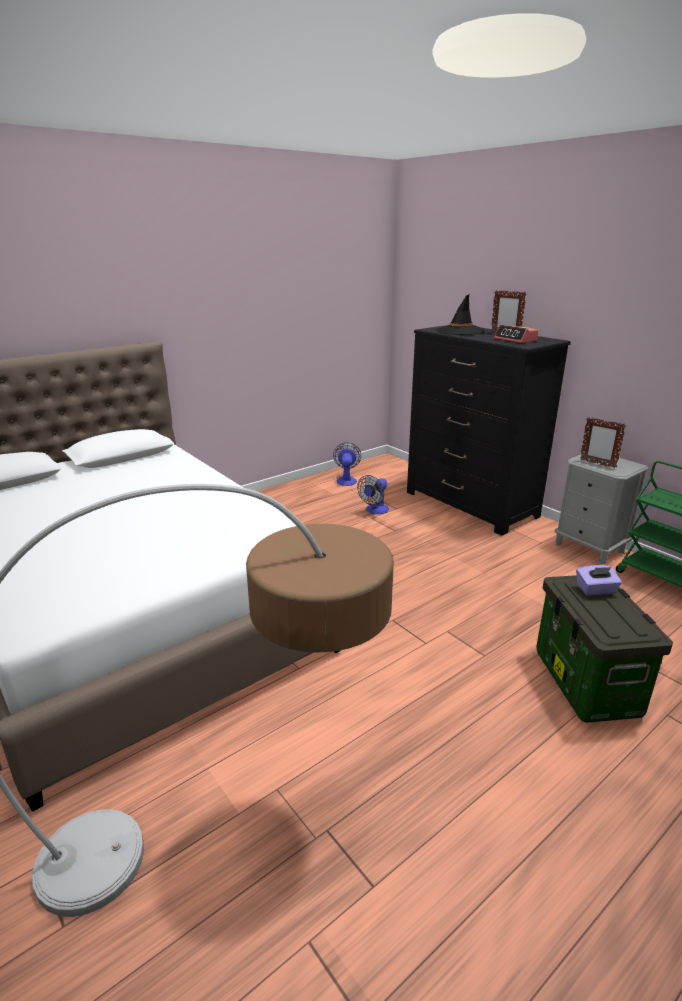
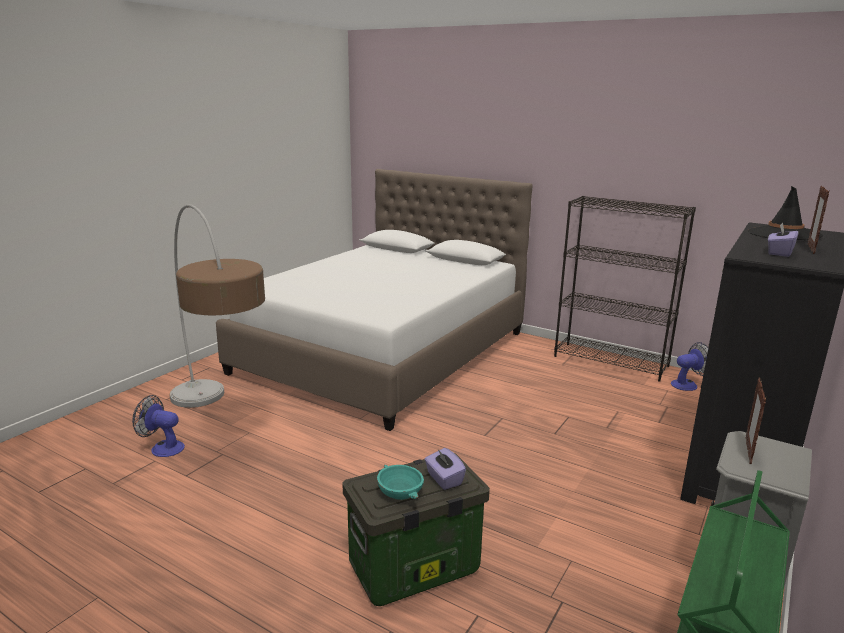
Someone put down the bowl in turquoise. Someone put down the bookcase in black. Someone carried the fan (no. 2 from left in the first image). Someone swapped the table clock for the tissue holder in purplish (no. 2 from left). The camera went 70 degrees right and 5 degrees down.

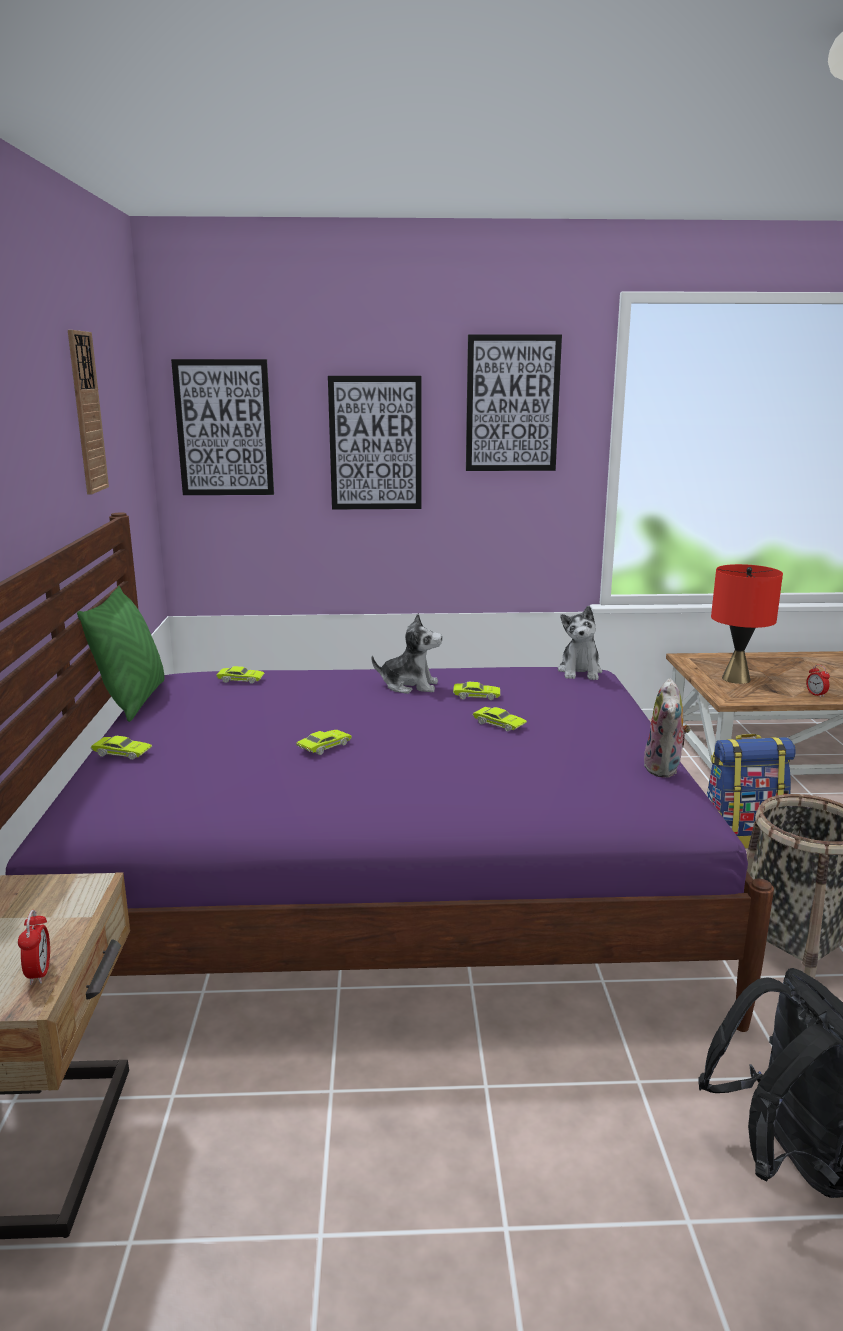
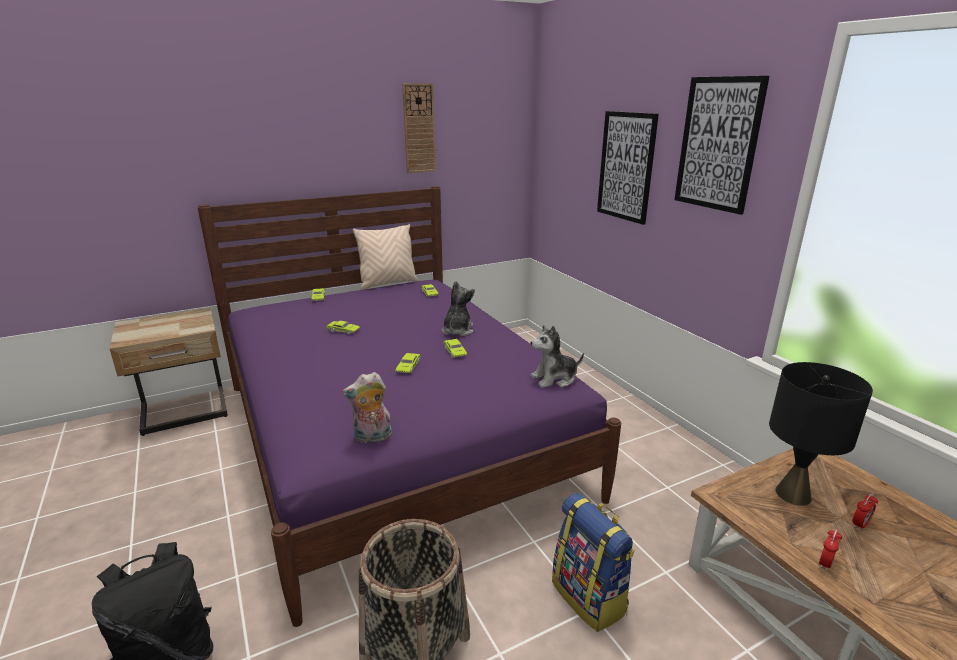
Someone took away the picture (no. 1 from left). Someone carried the table clock (no. 1 from left in the first image). Someone repainted the pillow in green-coloured, which became the pillow in beige. Someone repainted the tabletop lamp in red, which became the tabletop lamp in black. Someone rotated the plush toy (no. 1 from left in the first image) by 150 degrees counterclockwise. The camera went 65 degrees right and 5 degrees up.

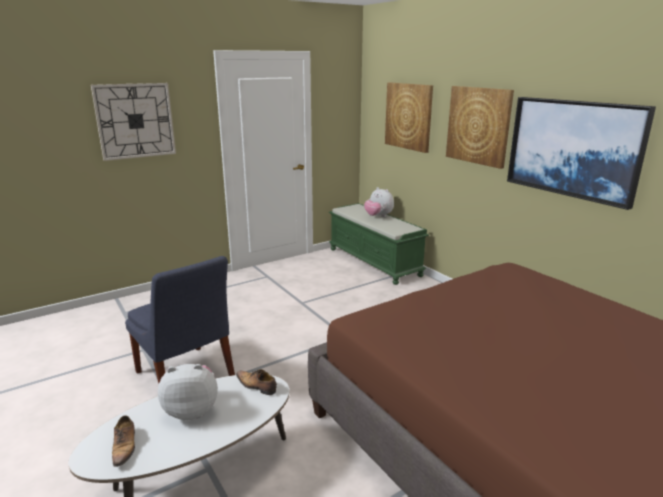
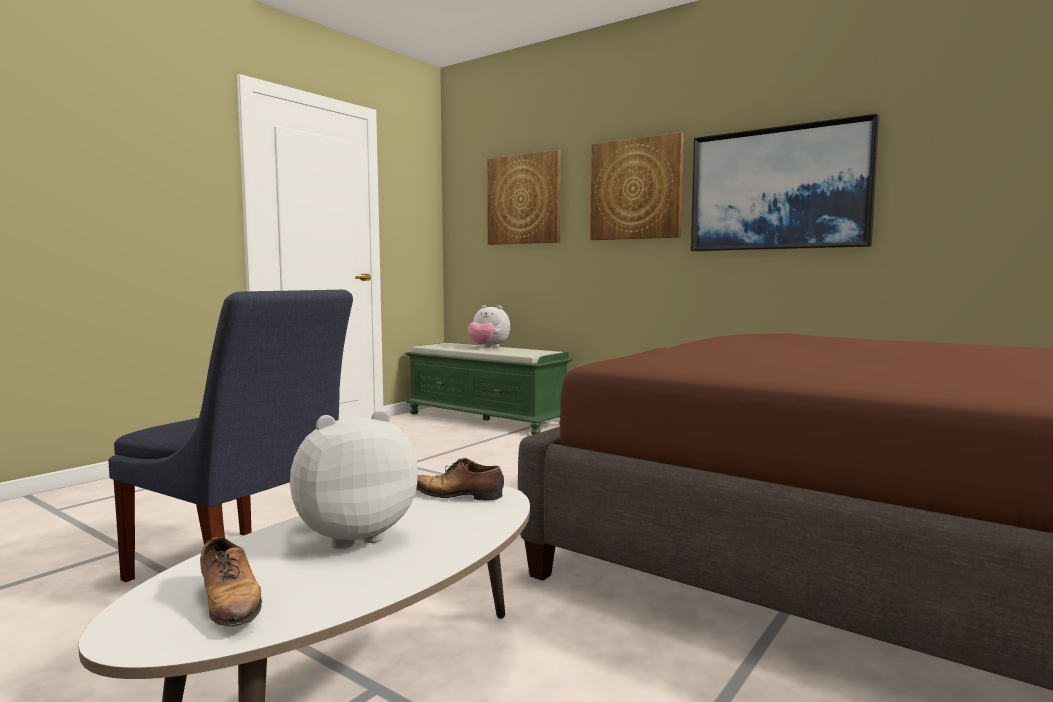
Someone took away the wall clock. The camera went 20 degrees left and 15 degrees down.

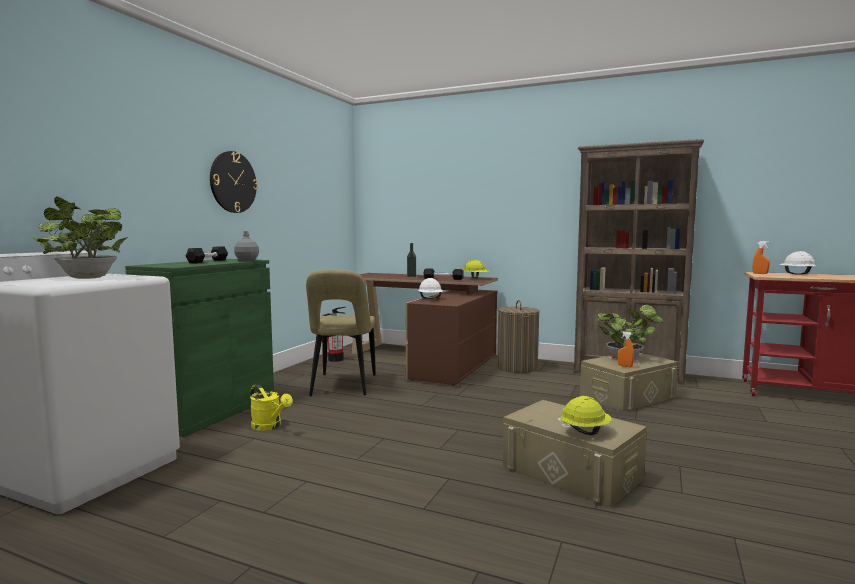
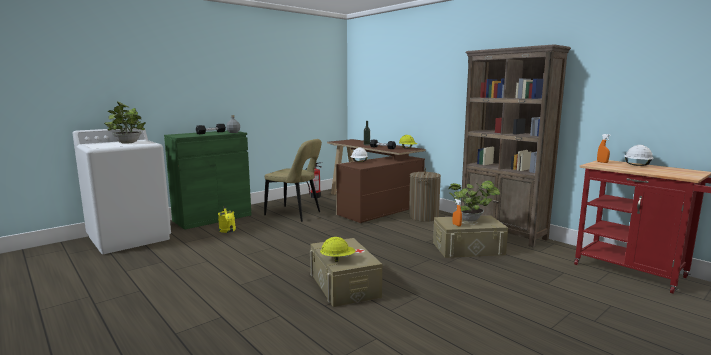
Someone took away the wall clock. Someone rotated the plain chair in beige by 90 degrees counterclockwise. The camera went 25 degrees right and 5 degrees up.

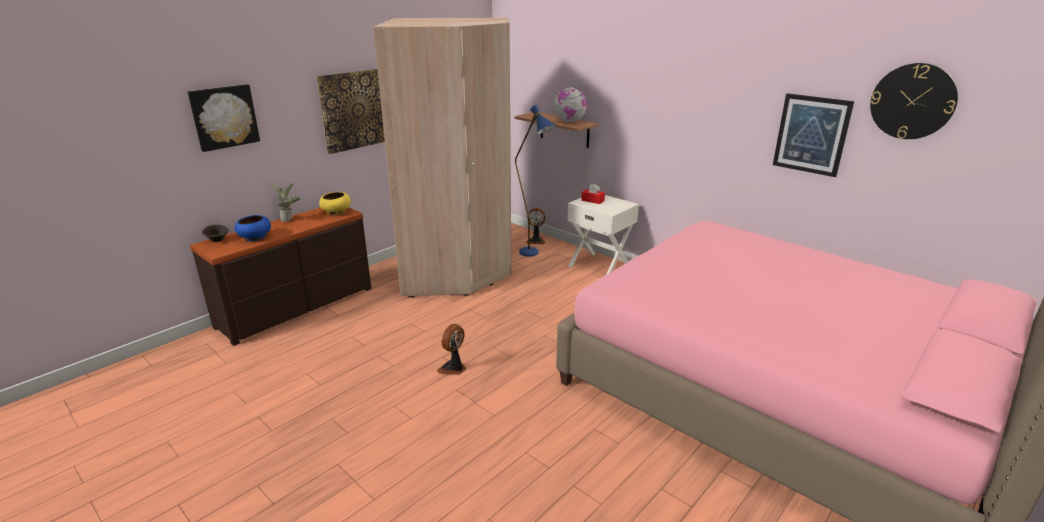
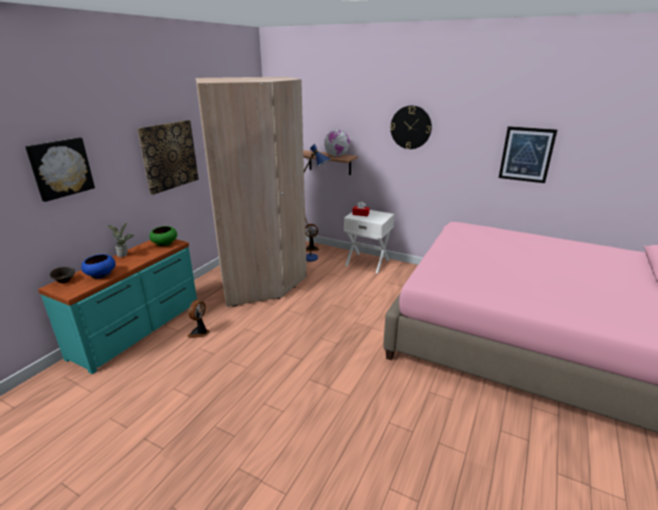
Someone carried the fan (no. 1 from left). Someone carried the wall clock. Someone repainted the dresser in brownish, which became the dresser in turquoise. Someone repainted the bowl in yellow-coloured, which became the bowl in green-coloured. The camera went 15 degrees left and 0 degrees up.

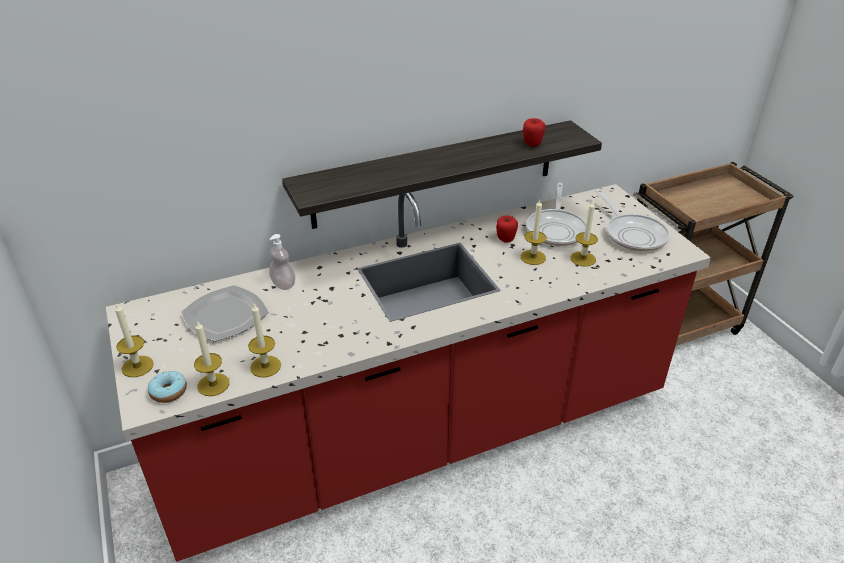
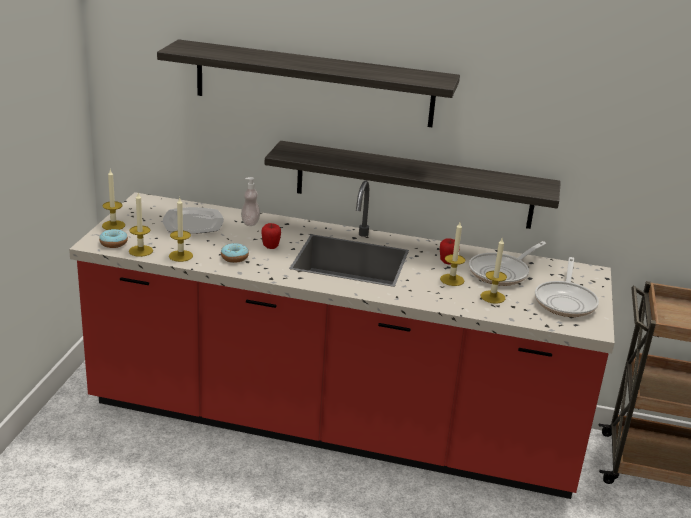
Someone put up the shelf (no. 1 from left). Someone put down the donut (no. 2 from left). Someone carried the apple (no. 2 from left in the first image). The camera went 35 degrees right and 10 degrees down.

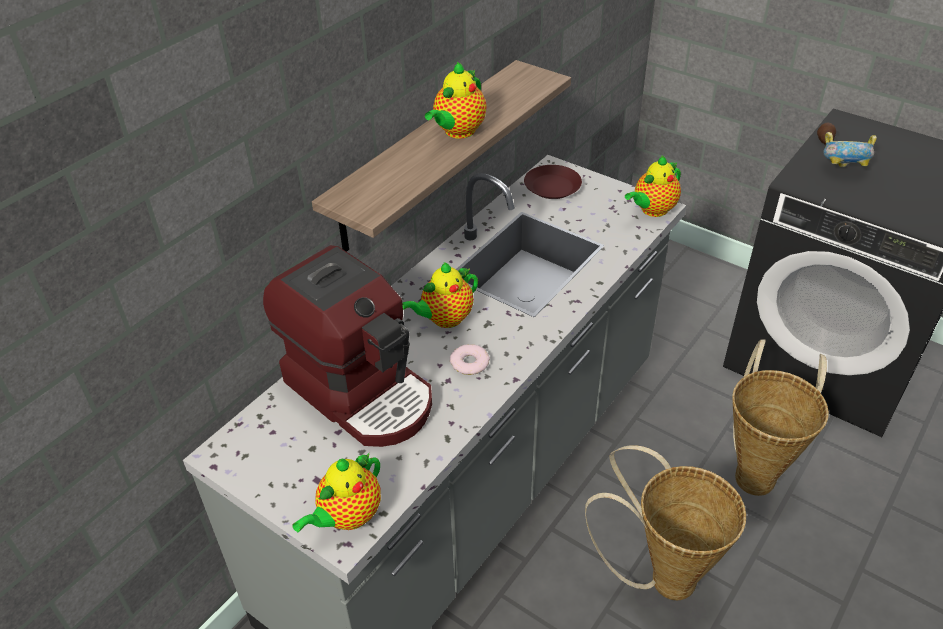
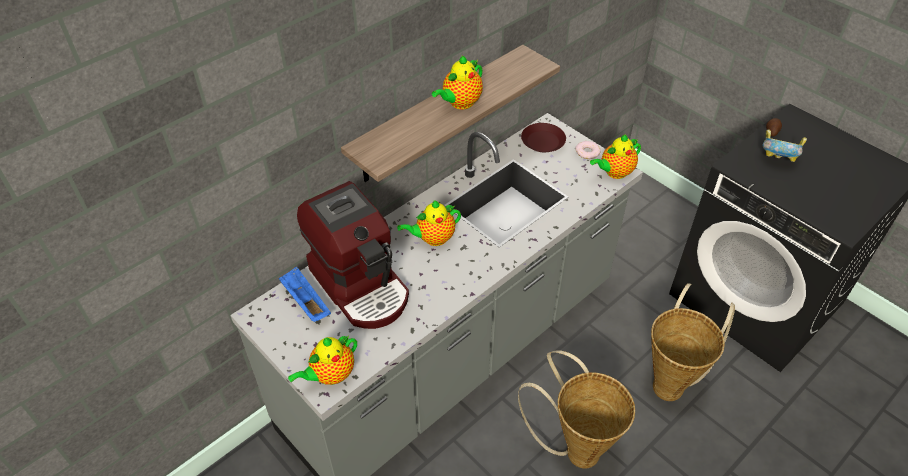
Someone put down the tray in blue. Someone carried the donut. The camera went 10 degrees right and 5 degrees up.

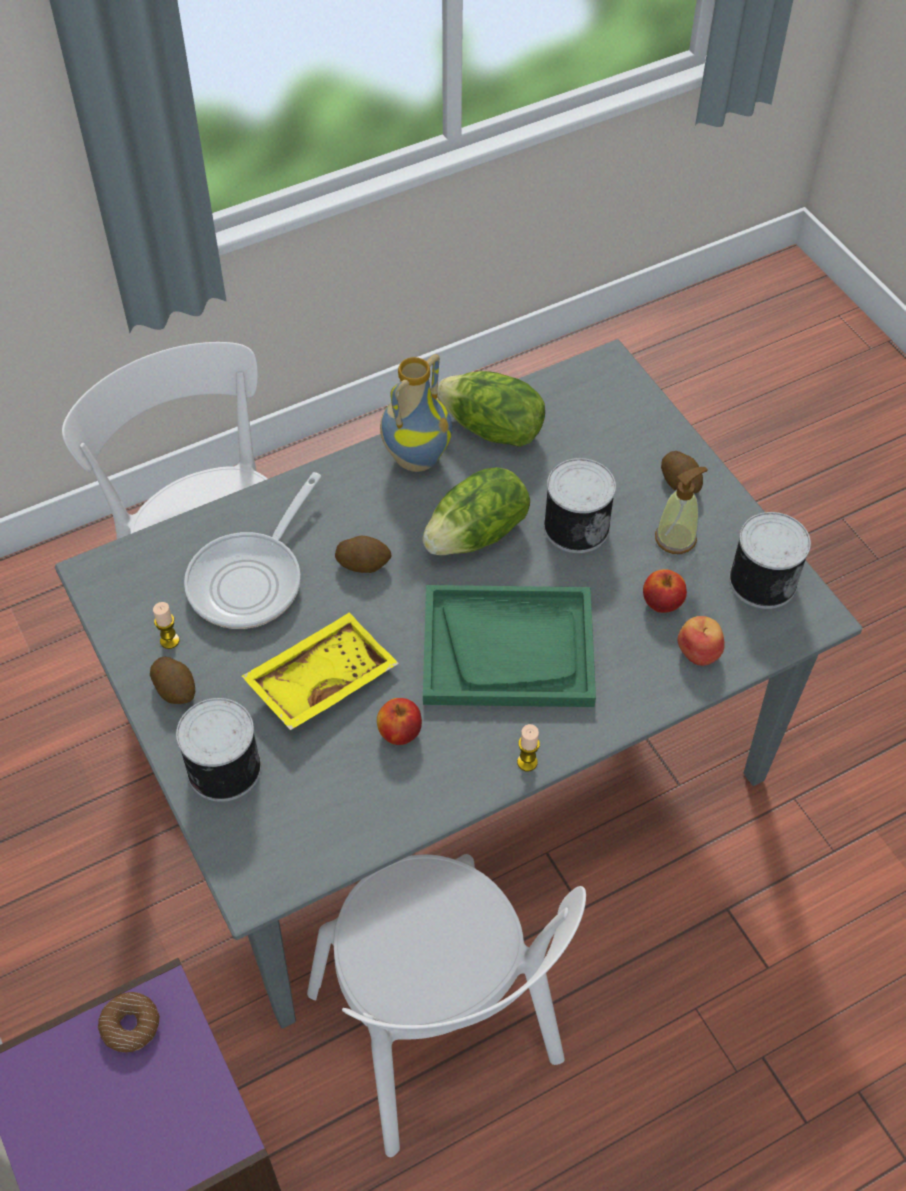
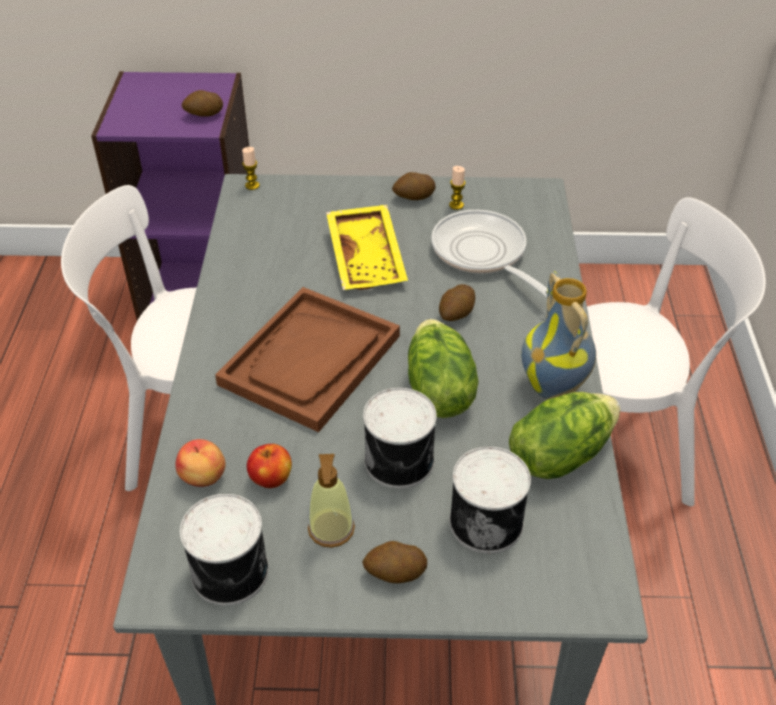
Someone took away the apple (no. 1 from left). Someone carried the metal can (no. 1 from left in the first image). Someone carried the wax candle (no. 2 from left in the first image). Someone swapped the donut for the spud (no. 1 from left). Someone repainted the tray in green-coloured, which became the tray in brownish. The camera went 120 degrees right and 10 degrees down.

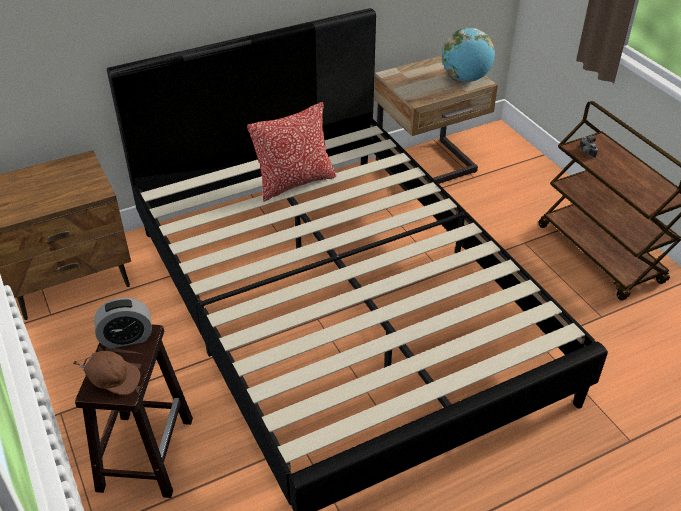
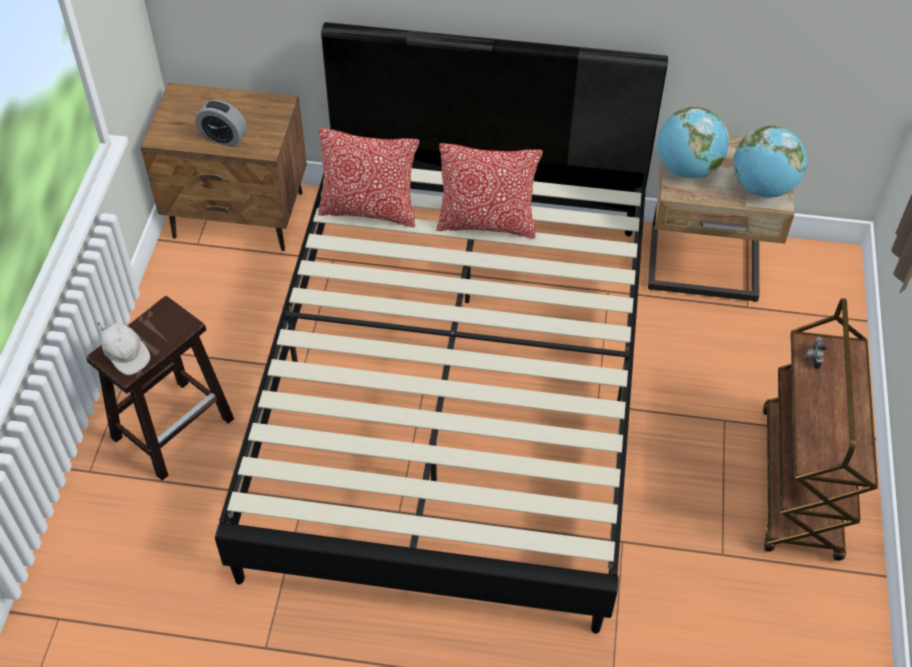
Someone put down the pillow (no. 1 from left). Someone put down the desk globe (no. 1 from left). Someone carried the table clock. Someone repainted the peaked cap in brownish, which became the peaked cap in white-coloured. The camera went 35 degrees right and 10 degrees up.

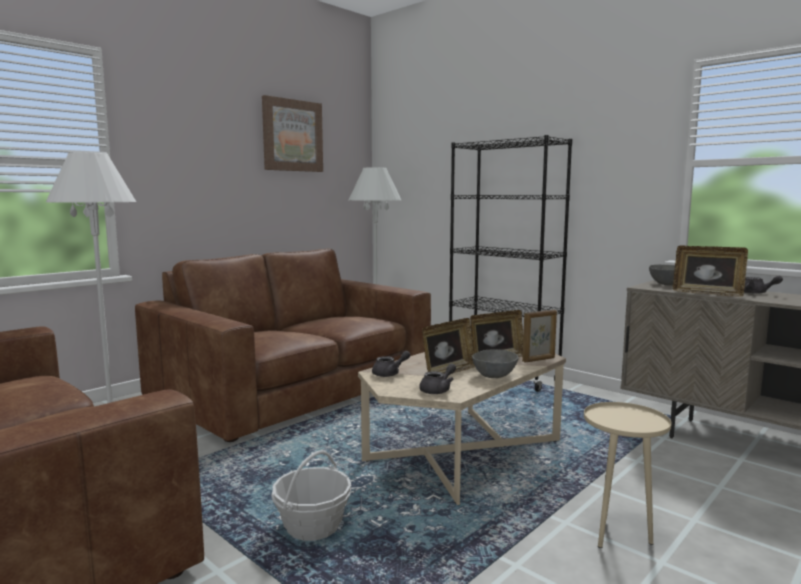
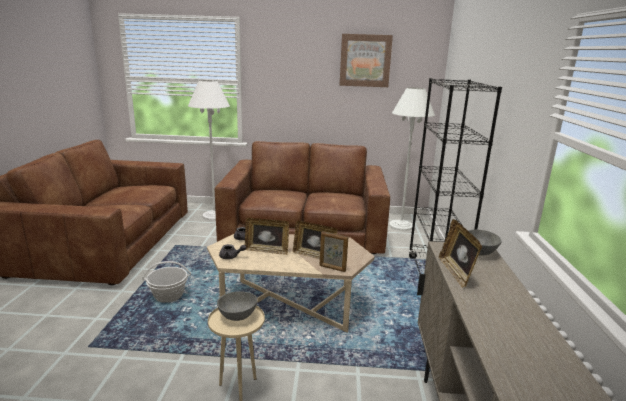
Someone took away the pot for tea in greyish (no. 3 from left). Someone carried the bowl in greyish (no. 1 from left). The camera went 50 degrees right and 10 degrees up.

